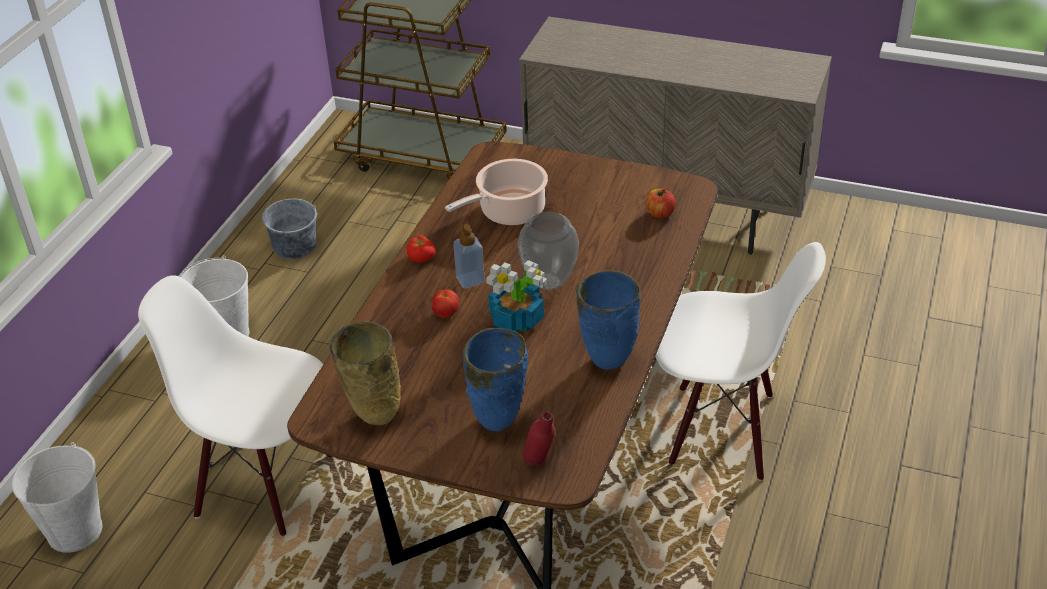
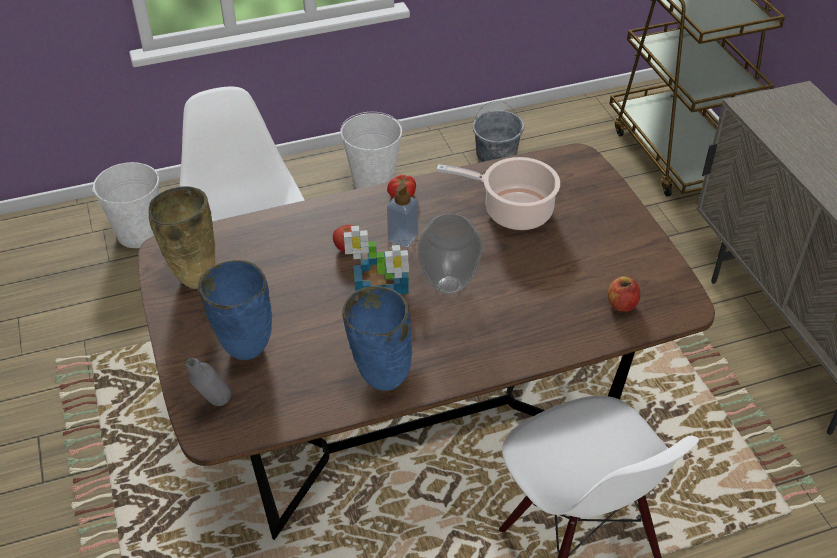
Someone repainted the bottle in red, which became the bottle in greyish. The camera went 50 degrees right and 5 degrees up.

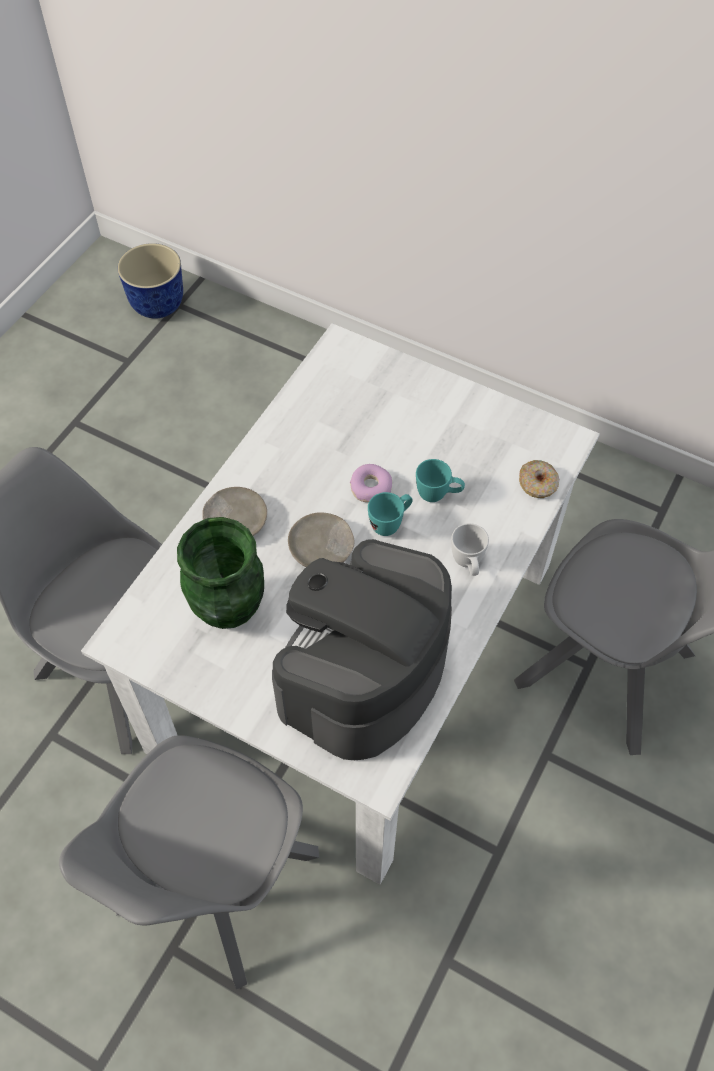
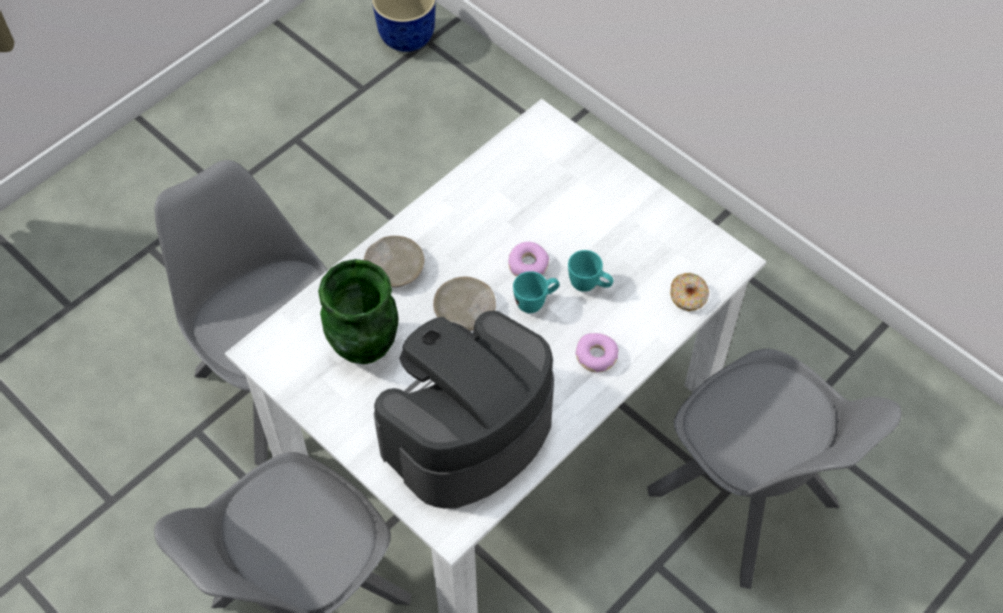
Someone swapped the coffee mug in white-coloured for the donut (no. 2 from left). The camera went 15 degrees right and 0 degrees up.

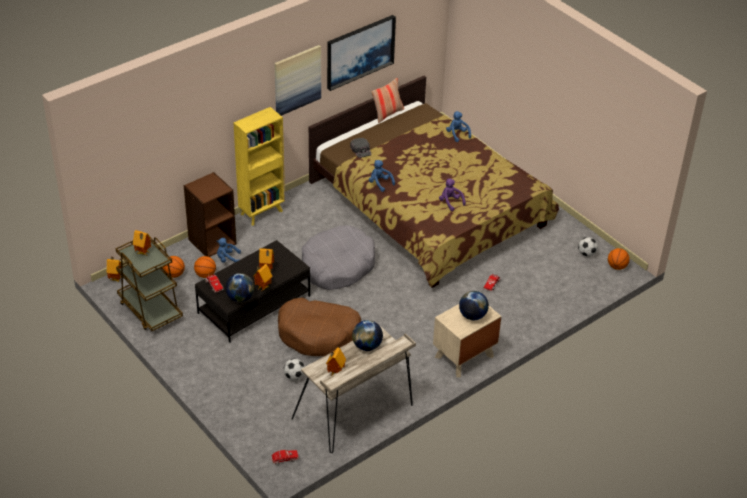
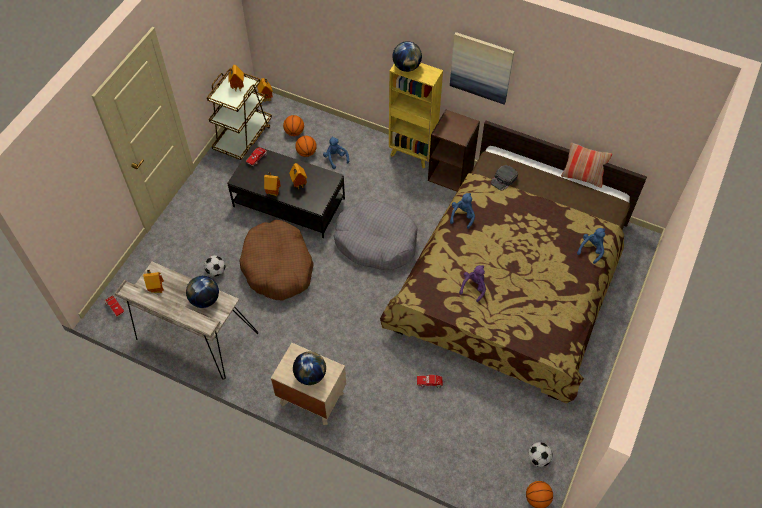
Someone took away the picture (no. 2 from left). Someone carried the bookcase in brownish. Someone carried the desk globe (no. 1 from left in the first image). The camera went 65 degrees right and 15 degrees up.

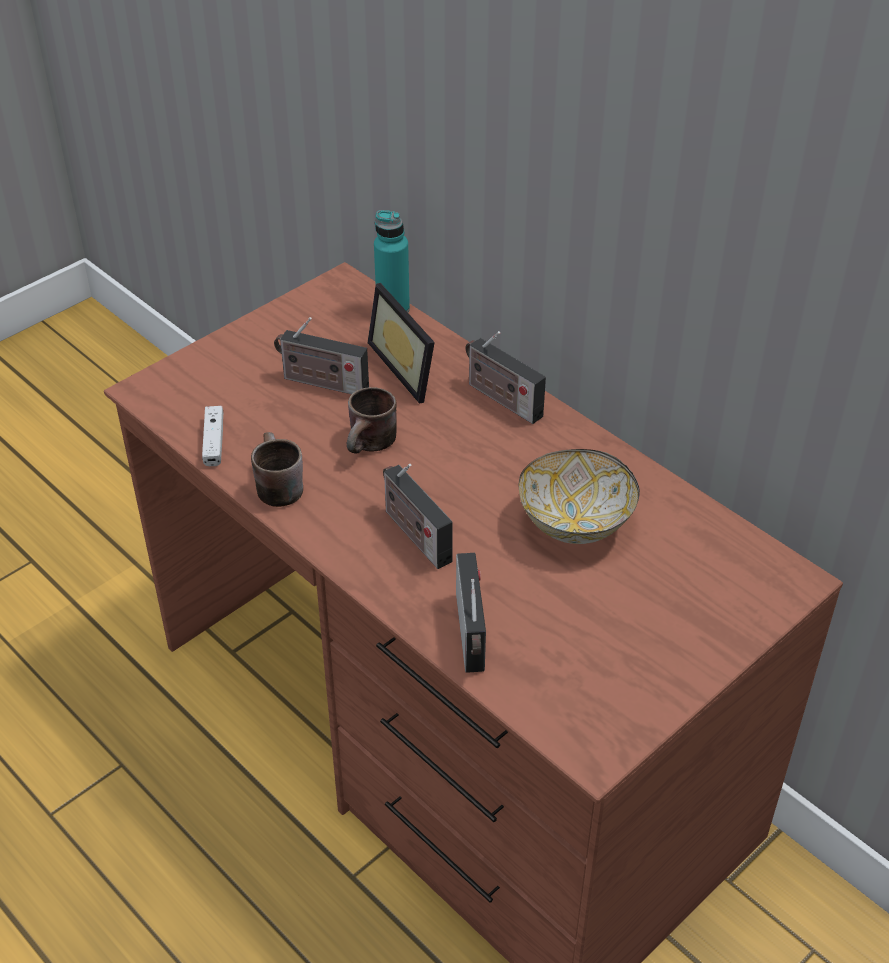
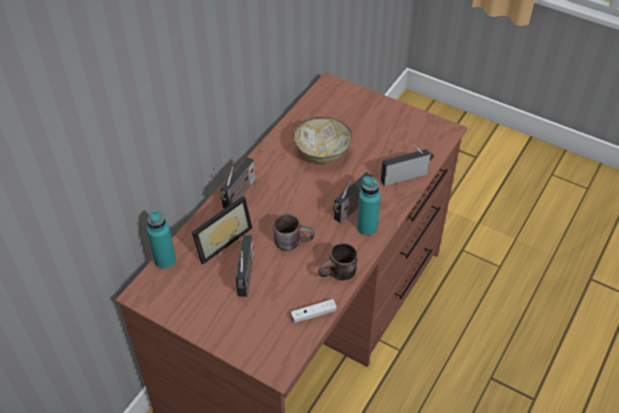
Someone put down the bottle in turquoise (no. 2 from left). The camera went 105 degrees left and 5 degrees up.

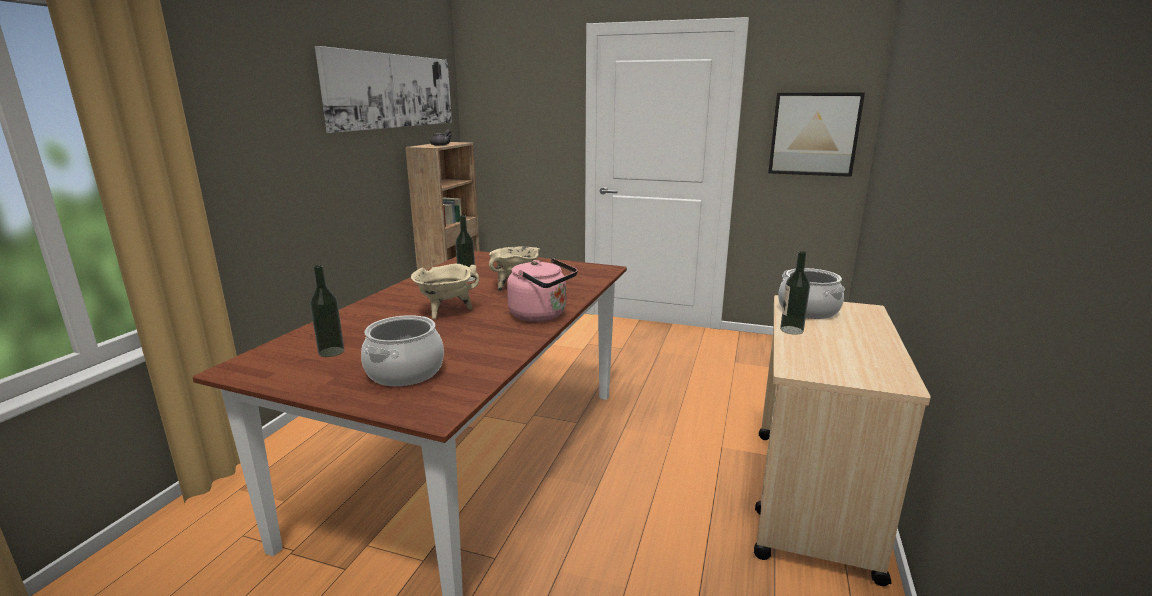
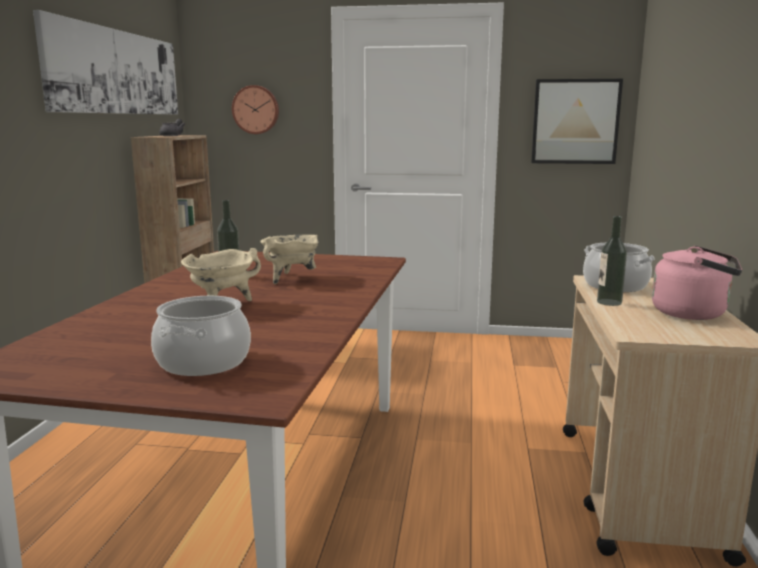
Someone took away the bottle (no. 1 from left). Someone put up the wall clock. Someone carried the water kettle in pinkish. The camera went 10 degrees left and 5 degrees down.

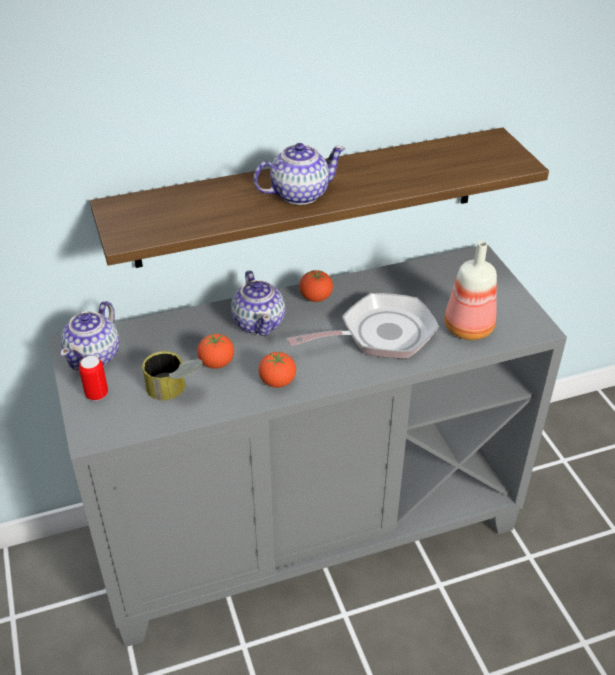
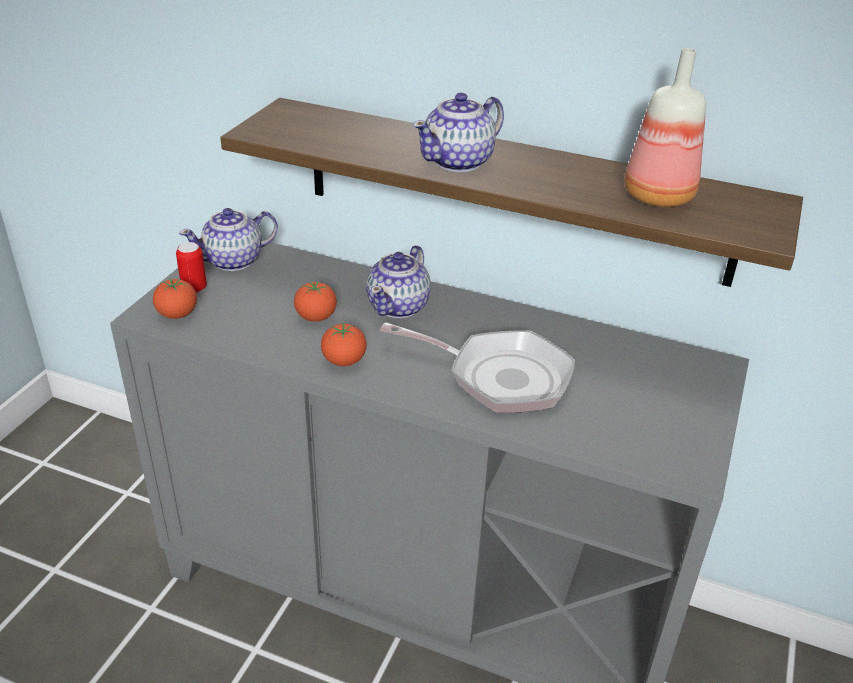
Someone took away the metal can (no. 2 from left). Someone carried the fresh tomato (no. 3 from left in the first image). Someone carried the bottle. Someone rotated the pot for tea (no. 3 from left) by 120 degrees clockwise. The camera went 40 degrees right and 5 degrees down.

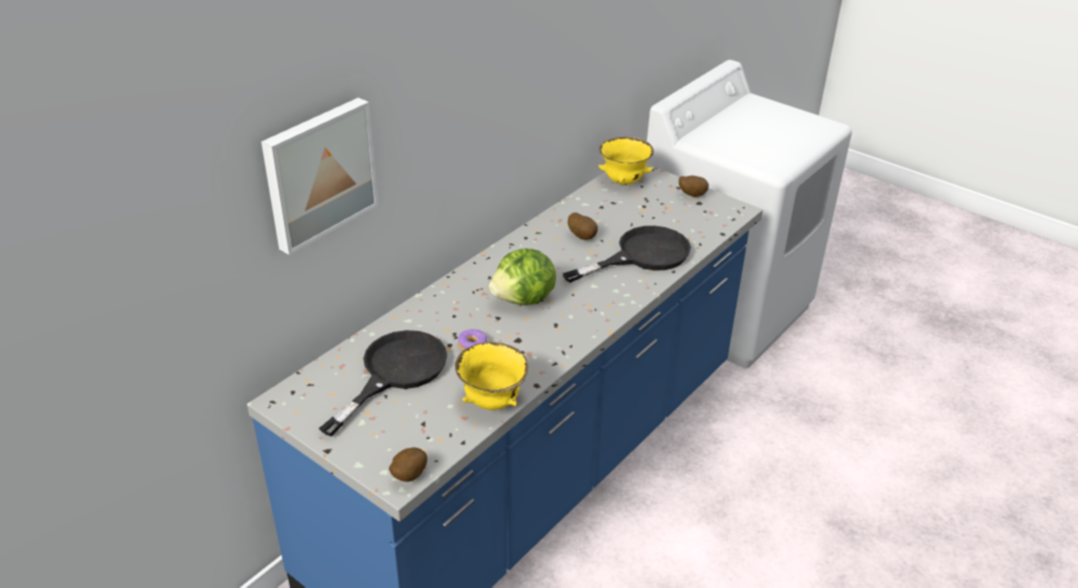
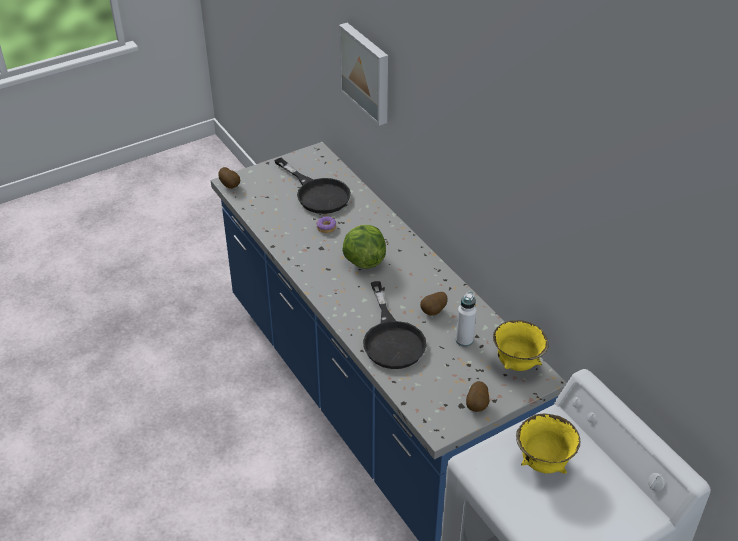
Someone put down the bottle in white-coloured. Someone carried the bowl in yellow-coloured (no. 1 from left in the first image). The camera went 110 degrees right and 5 degrees up.

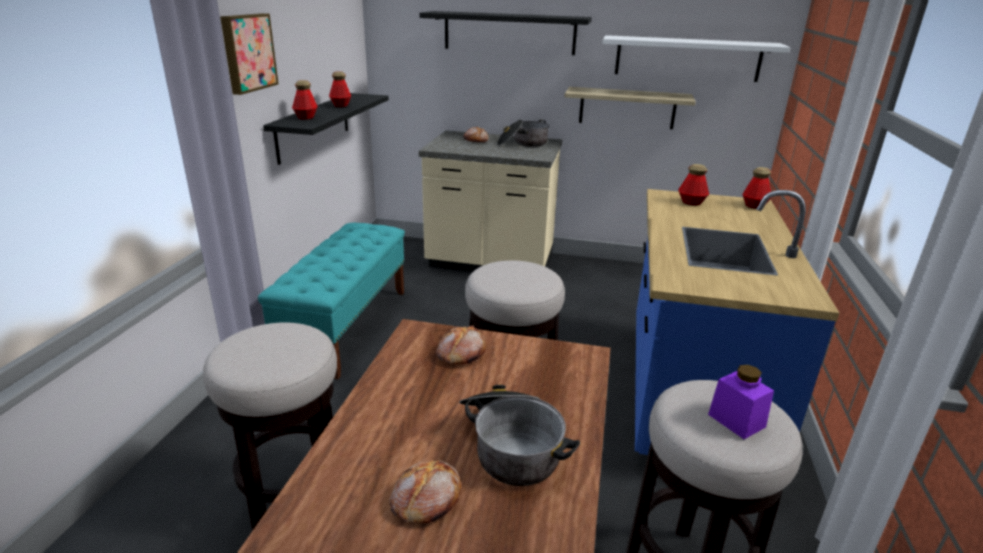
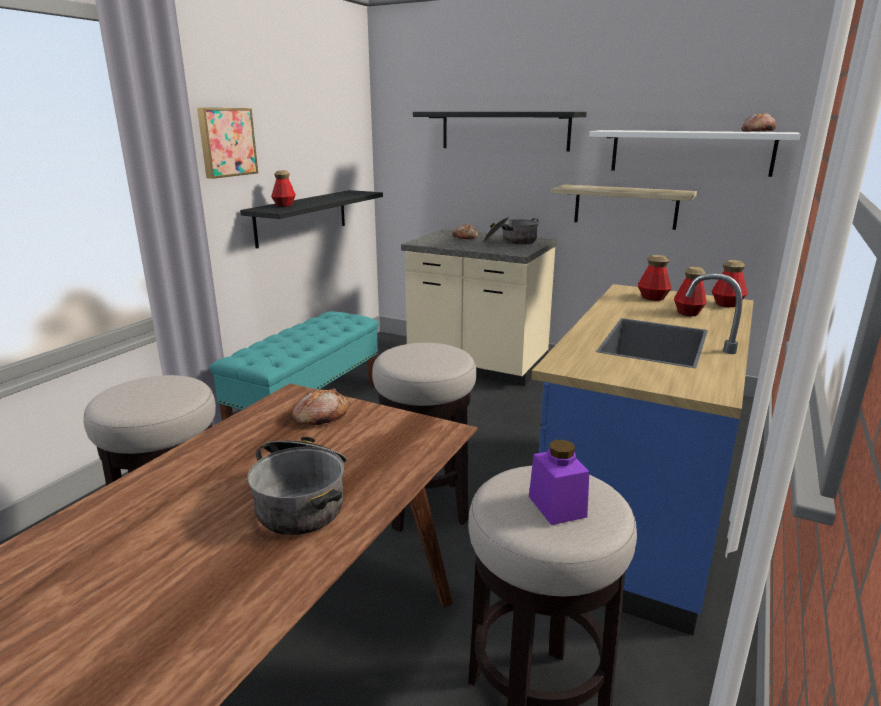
Someone carried the bottle (no. 2 from left in the first image). Someone carried the baked bread (no. 1 from left in the first image). The camera went 15 degrees right and 5 degrees down.

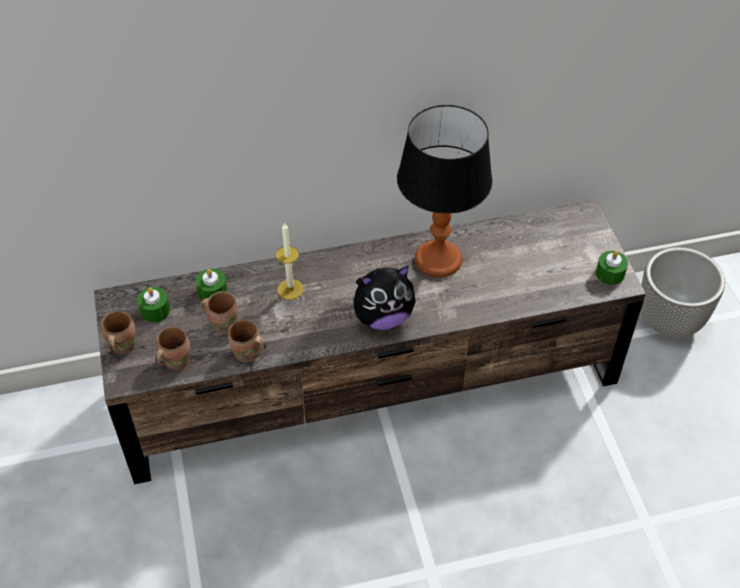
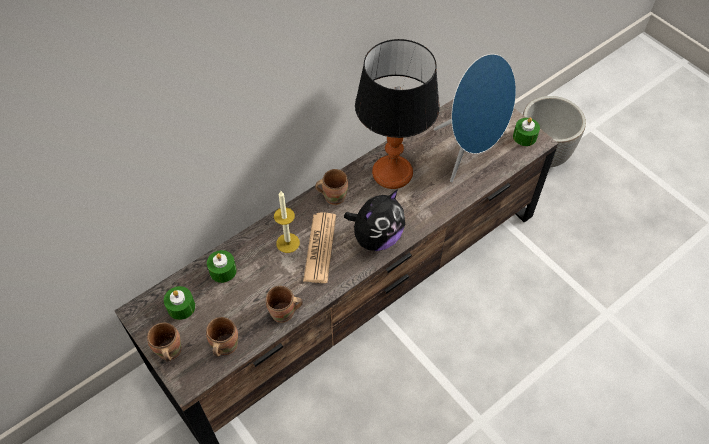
Someone put down the newspaper. Someone put down the loudspeaker in blue. Someone carried the coffee mug in brownish (no. 3 from left in the first image). The camera went 25 degrees left and 5 degrees up.

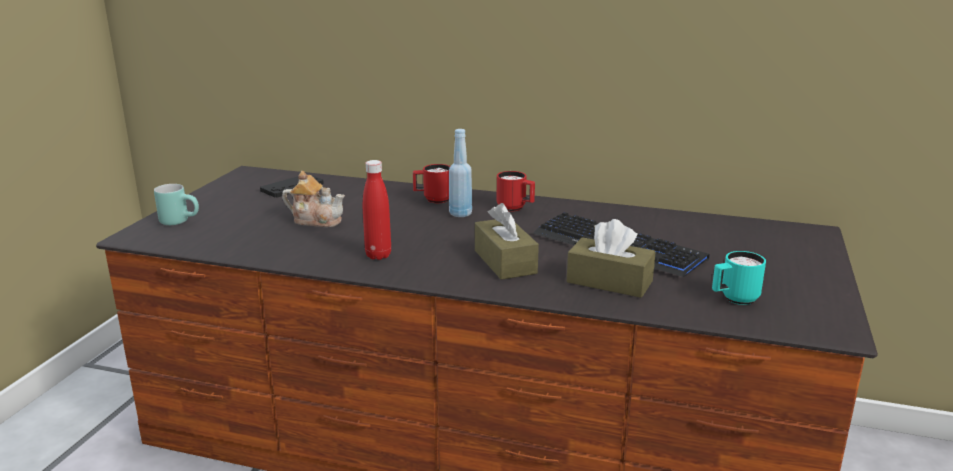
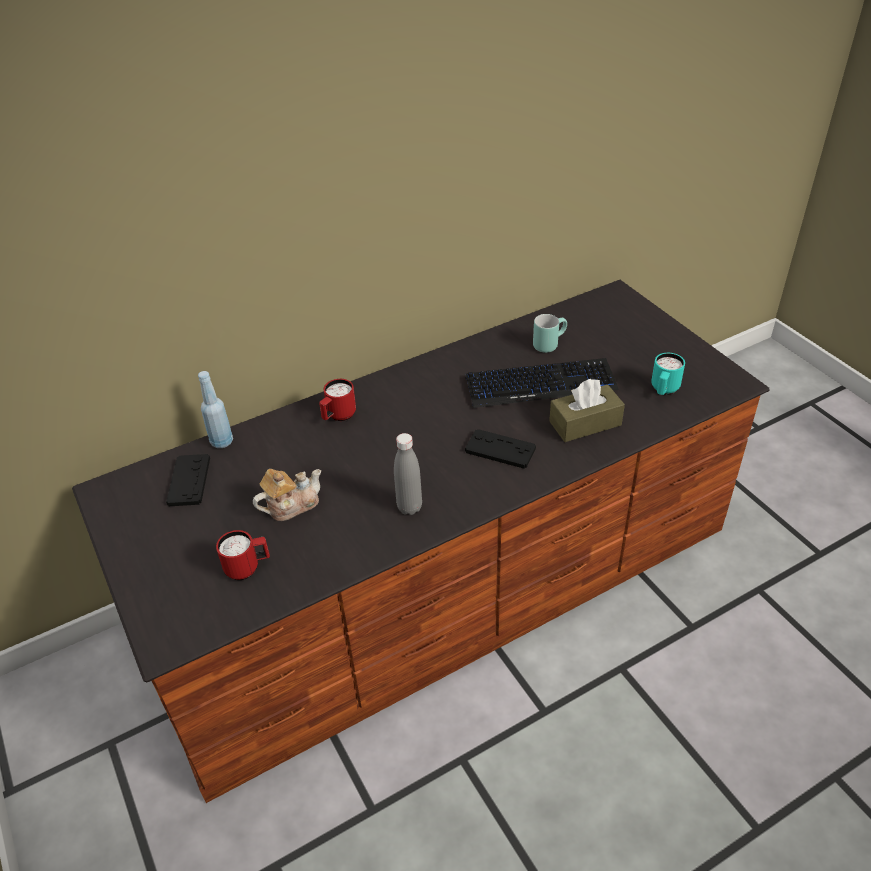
Someone carried the coffee mug in turquoise (no. 1 from left). Someone carried the bottle in blue. Someone carried the coffee mug in red (no. 2 from left in the first image). Someone swapped the tissue holder in brownish (no. 1 from left) for the game controller in black (no. 2 from left). Someone repainted the bottle in red, which became the bottle in greyish. The camera went 45 degrees left and 20 degrees up.

